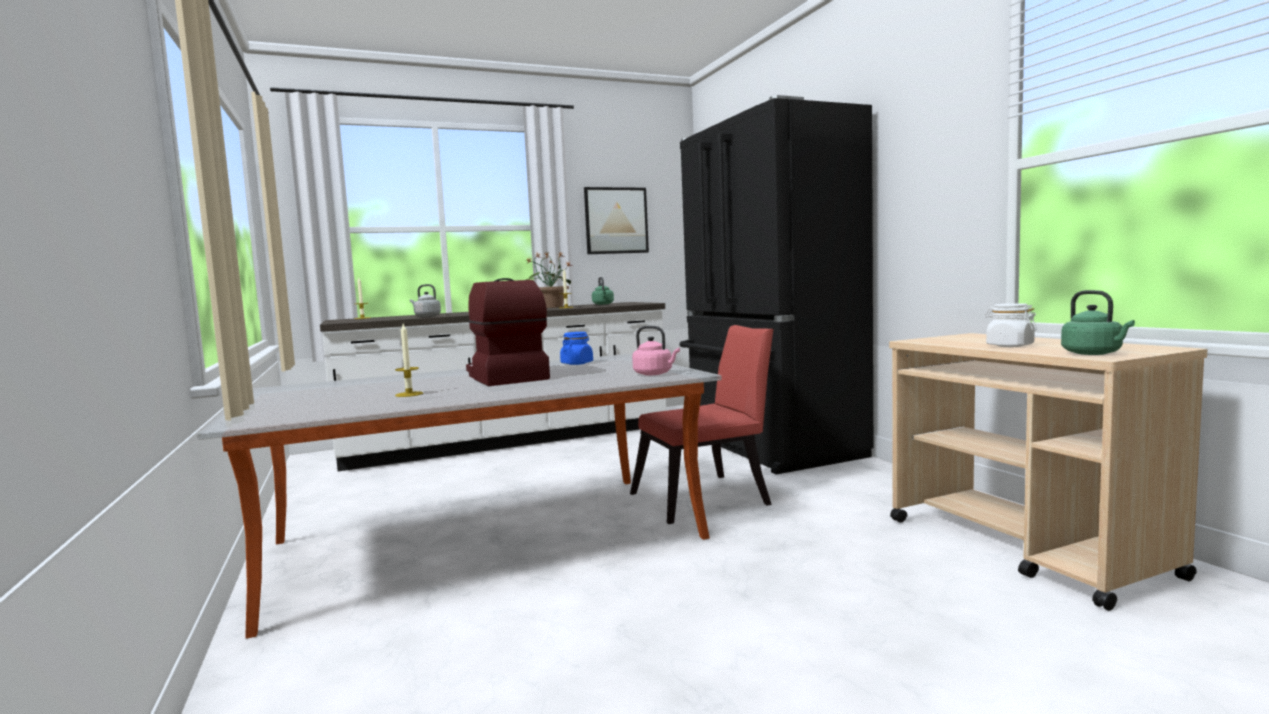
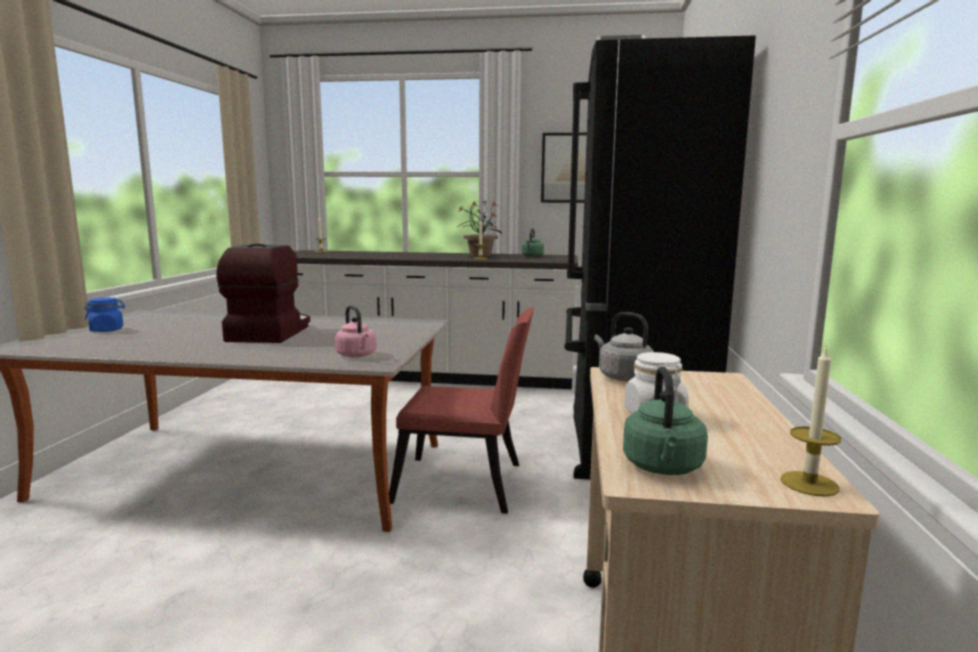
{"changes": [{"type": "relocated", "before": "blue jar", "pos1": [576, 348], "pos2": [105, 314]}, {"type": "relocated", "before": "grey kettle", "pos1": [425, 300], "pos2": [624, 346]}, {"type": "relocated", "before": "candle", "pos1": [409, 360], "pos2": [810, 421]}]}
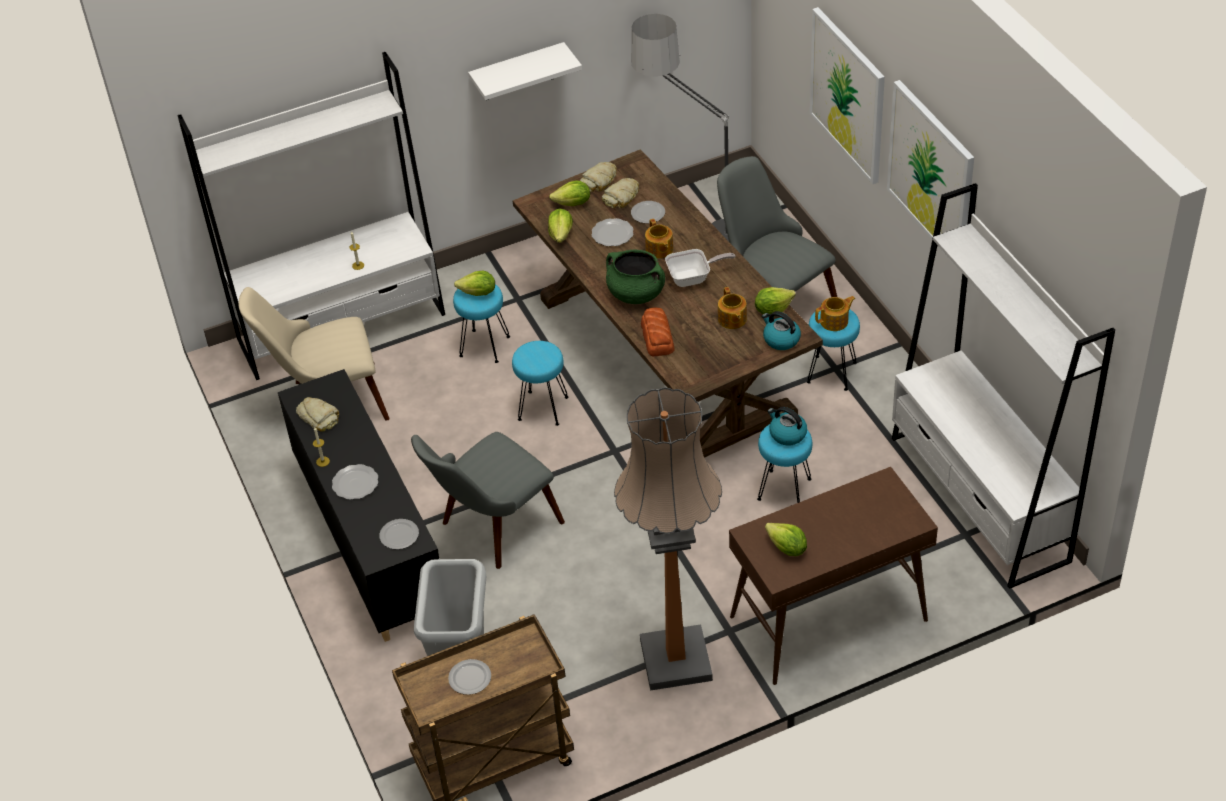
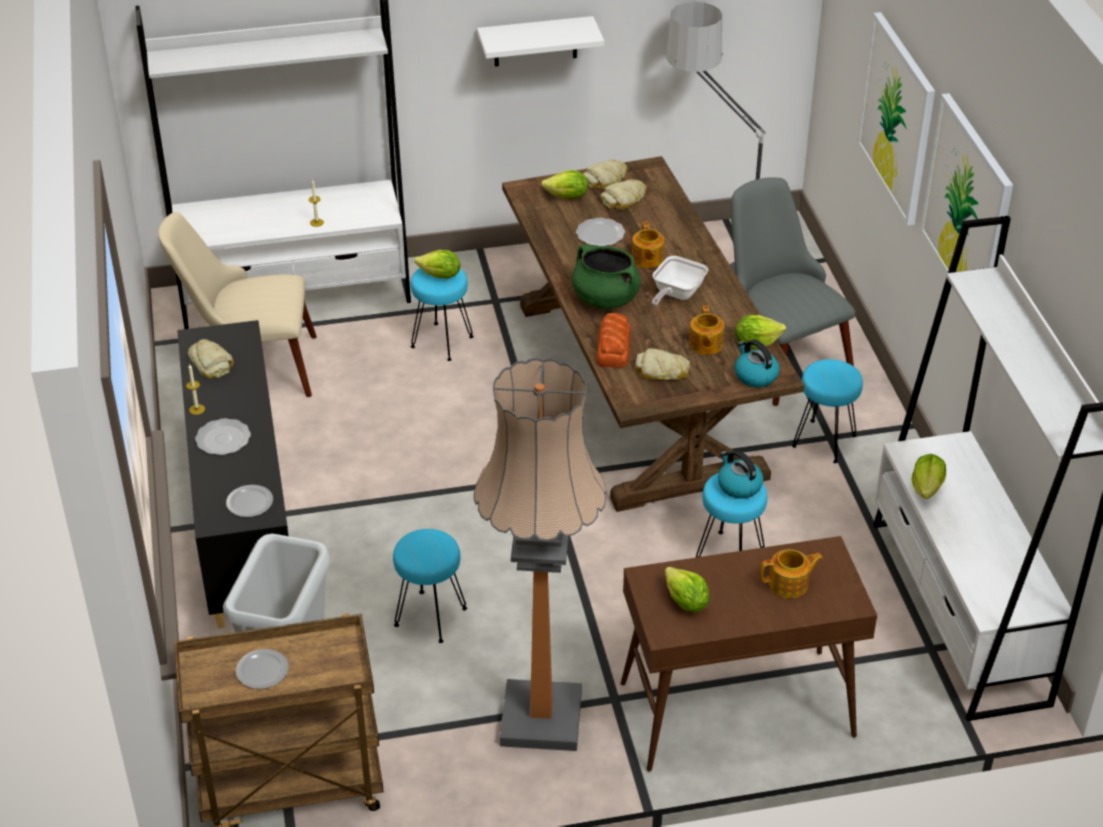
{"changes": [{"type": "relocated", "before": "turquoise stool", "pos1": [540, 383], "pos2": [430, 586]}, {"type": "appeared", "after": "bread", "pos2": [662, 364]}, {"type": "spun", "before": "frying pan", "pos1": [700, 268], "pos2": [680, 281], "turn": 120}, {"type": "relocated", "before": "teapot", "pos1": [835, 313], "pos2": [791, 573]}, {"type": "relocated", "before": "lettuce", "pos1": [560, 226], "pos2": [929, 476]}, {"type": "missing", "before": "grey chair", "pos1": [488, 500]}, {"type": "missing", "before": "plate", "pos1": [648, 212]}]}
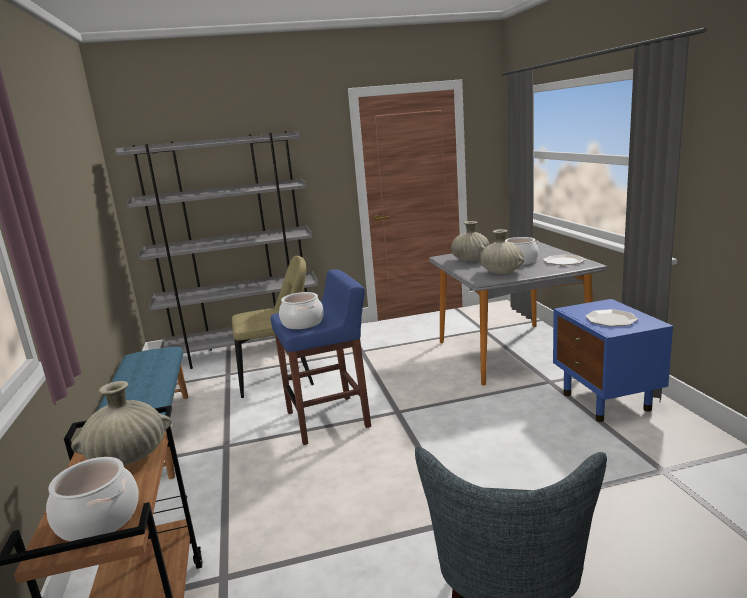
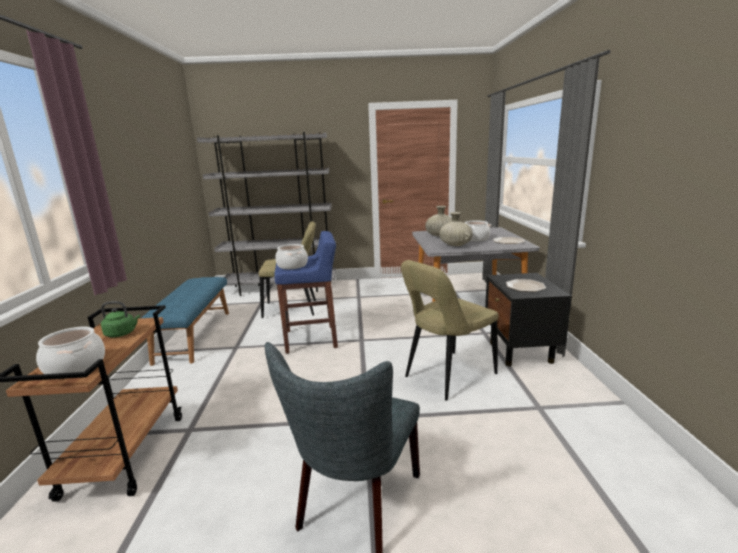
{"changes": [{"type": "exchanged", "before": "beige vase", "after": "green kettle", "pos1": [121, 423], "pos2": [120, 319]}, {"type": "appeared", "after": "beige chair", "pos2": [450, 330]}, {"type": "colour", "before": "blue nightstand", "after": "black nightstand", "pos1": [613, 360], "pos2": [528, 319]}]}
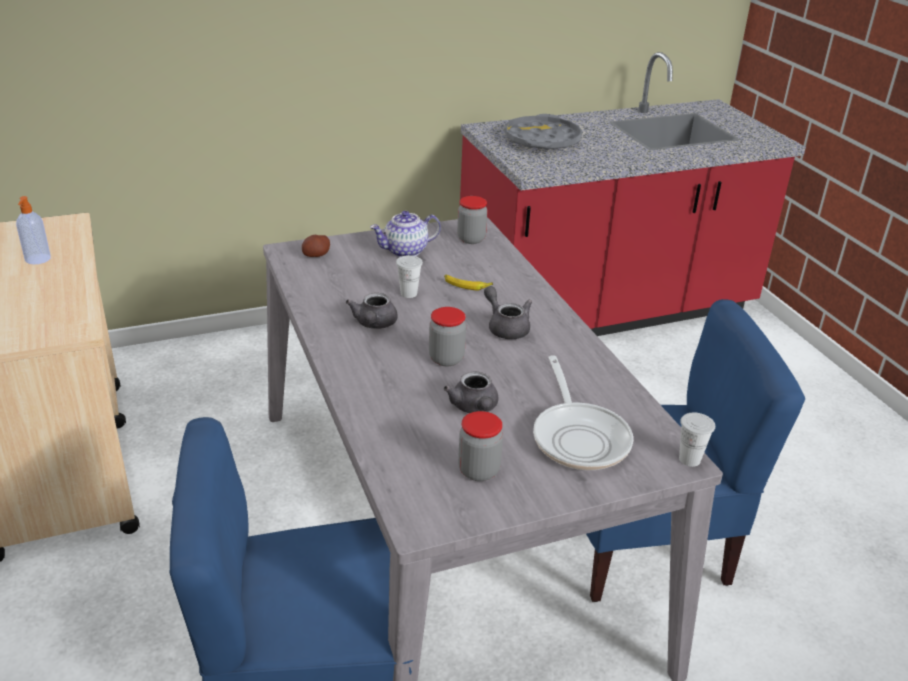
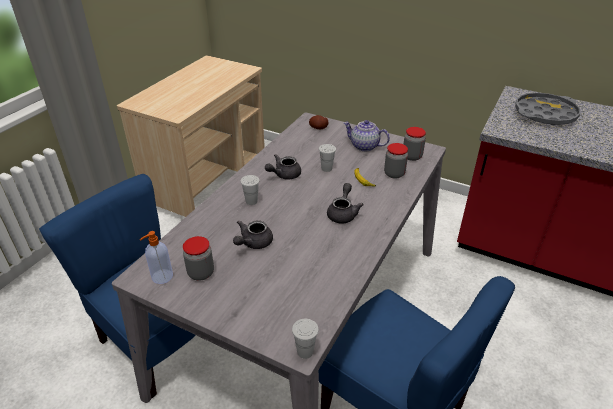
{"changes": [{"type": "relocated", "before": "soap dispenser", "pos1": [33, 230], "pos2": [156, 257]}, {"type": "appeared", "after": "white cup", "pos2": [250, 190]}, {"type": "relocated", "before": "jar", "pos1": [447, 336], "pos2": [396, 161]}, {"type": "missing", "before": "frying pan", "pos1": [583, 412]}]}
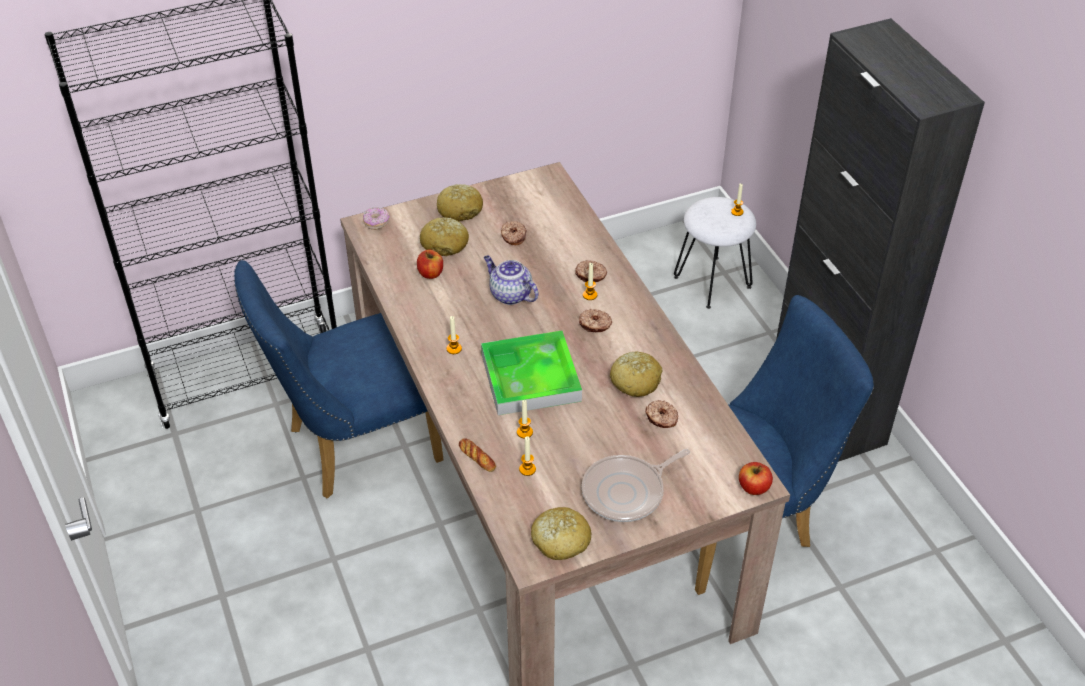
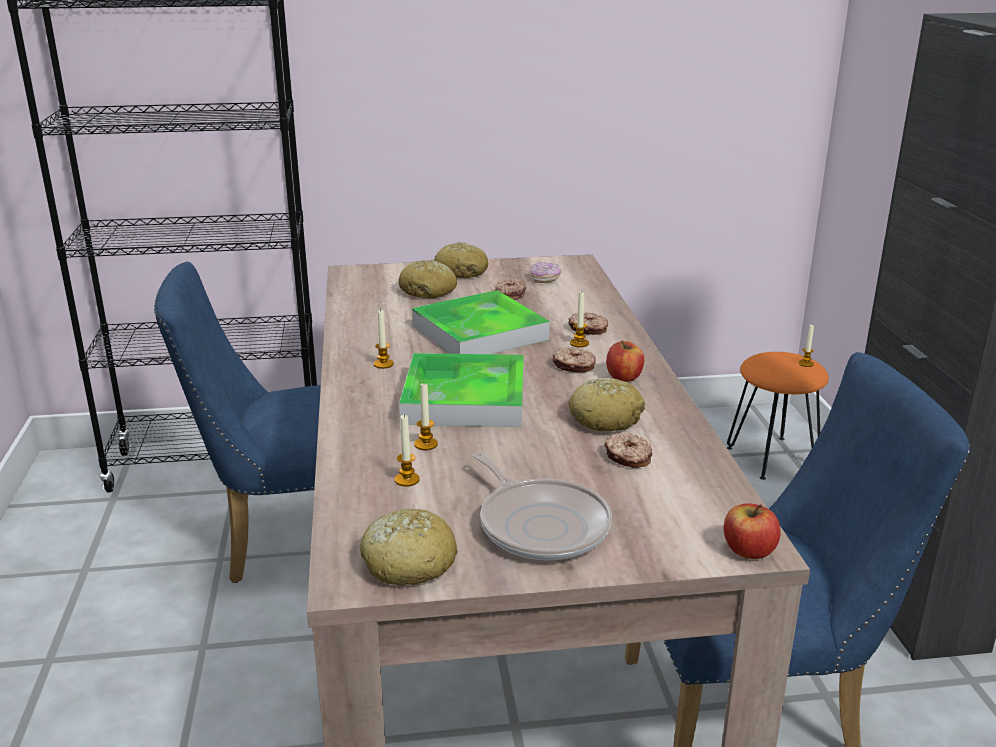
{"changes": [{"type": "exchanged", "before": "teapot", "after": "tray", "pos1": [511, 280], "pos2": [481, 322]}, {"type": "spun", "before": "frying pan", "pos1": [636, 485], "pos2": [543, 506], "turn": -105}, {"type": "relocated", "before": "donut", "pos1": [376, 219], "pos2": [545, 272]}, {"type": "relocated", "before": "apple", "pos1": [430, 264], "pos2": [625, 361]}, {"type": "colour", "before": "white stool", "after": "orange stool", "pos1": [715, 253], "pos2": [778, 416]}, {"type": "missing", "before": "bread", "pos1": [477, 455]}]}
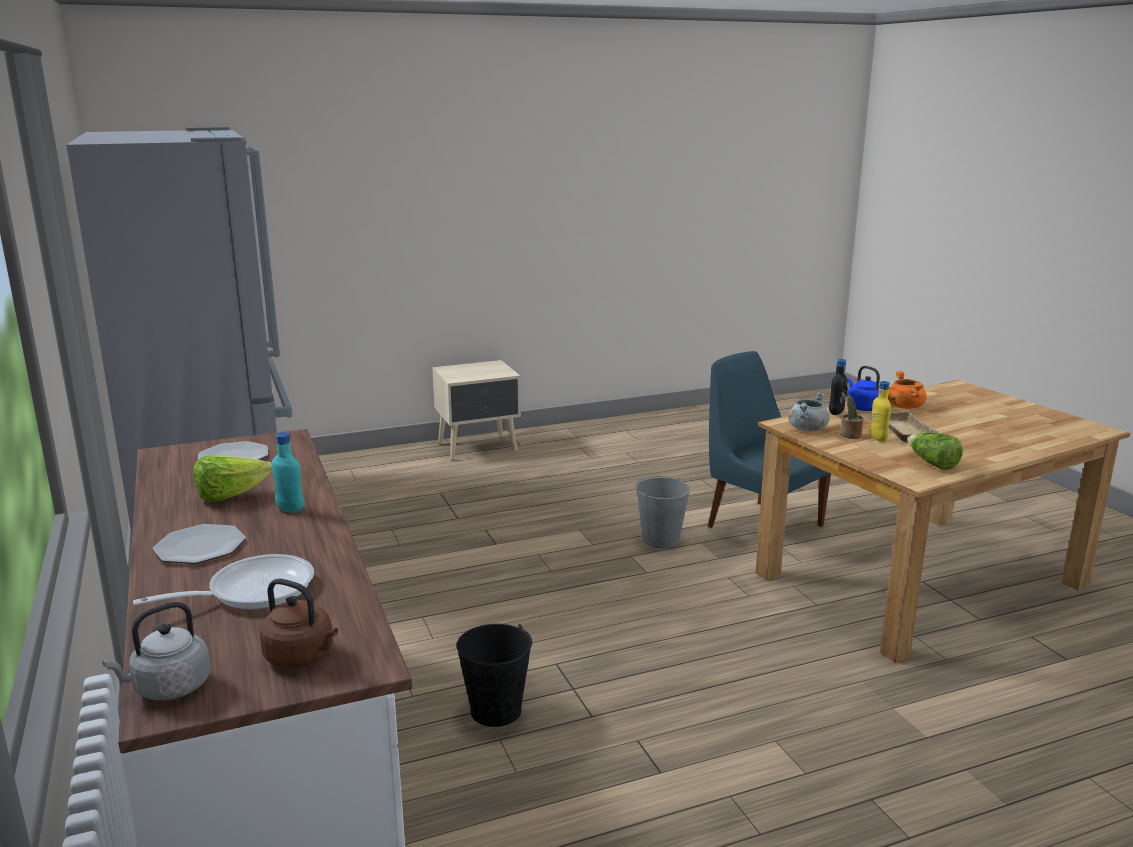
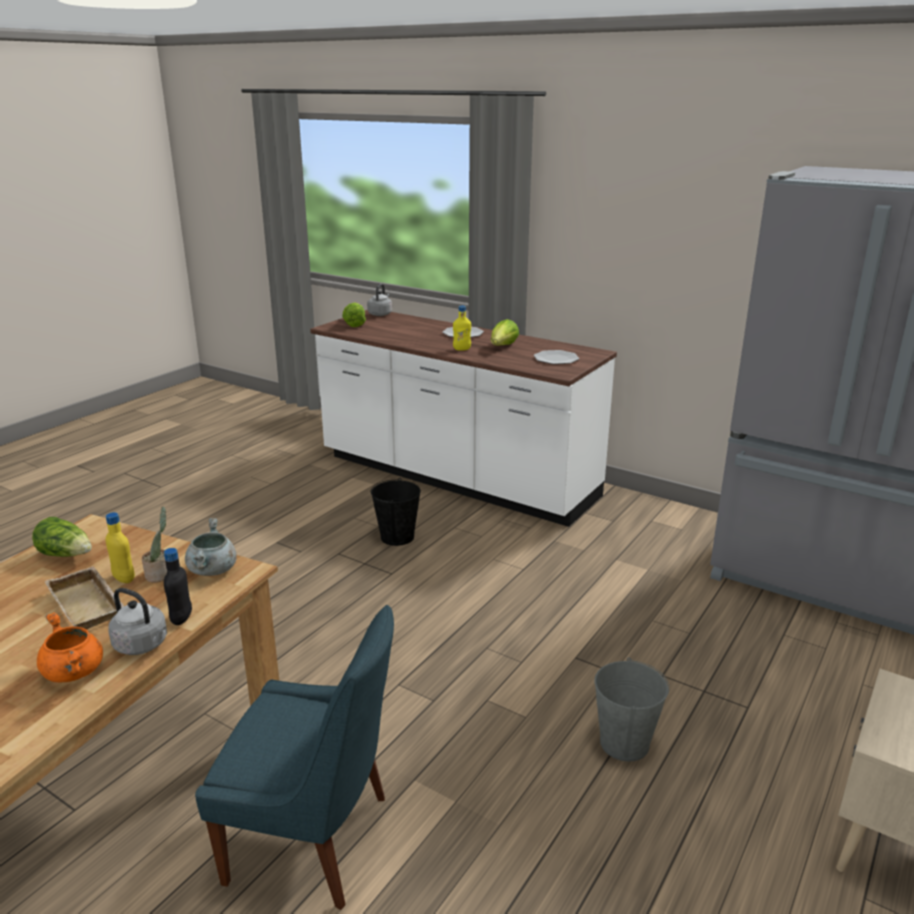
{"changes": [{"type": "colour", "before": "blue kettle", "after": "grey kettle", "pos1": [863, 388], "pos2": [137, 621]}, {"type": "exchanged", "before": "brown kettle", "after": "lettuce", "pos1": [298, 623], "pos2": [354, 314]}, {"type": "colour", "before": "turquoise bottle", "after": "yellow bottle", "pos1": [288, 472], "pos2": [462, 327]}, {"type": "relocated", "before": "grey bucket", "pos1": [662, 512], "pos2": [631, 709]}, {"type": "missing", "before": "frying pan", "pos1": [223, 582]}]}
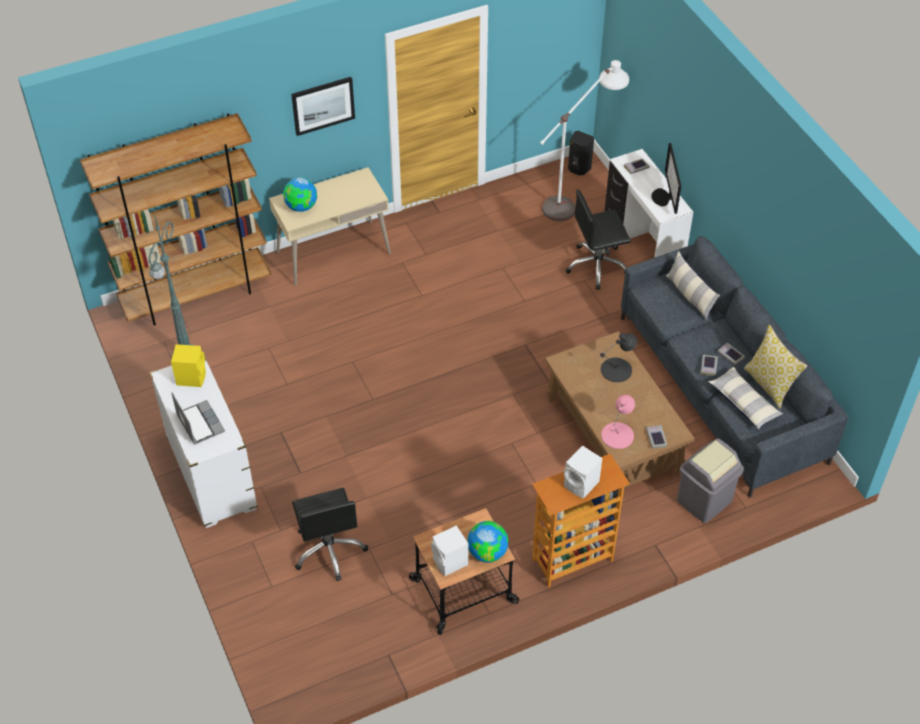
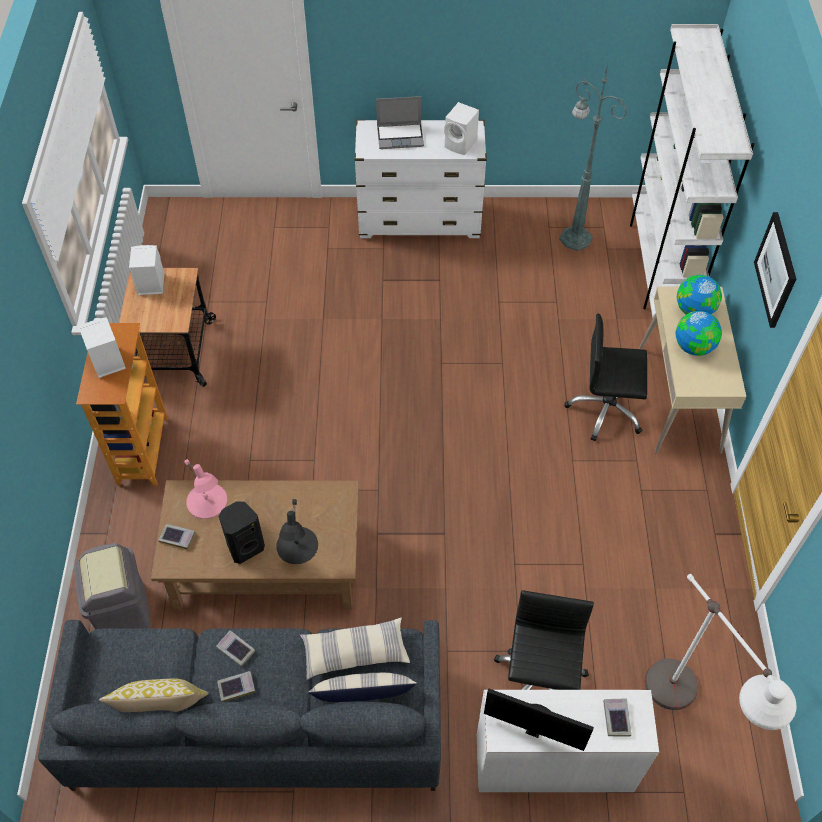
{"changes": [{"type": "relocated", "before": "black speaker", "pos1": [581, 153], "pos2": [242, 533]}, {"type": "relocated", "before": "pillow", "pos1": [745, 398], "pos2": [355, 649]}, {"type": "colour", "before": "yellow speaker", "after": "white speaker", "pos1": [188, 365], "pos2": [461, 128]}, {"type": "relocated", "before": "black office chair", "pos1": [330, 534], "pos2": [606, 377]}, {"type": "colour", "before": "brown bookcase", "after": "white bookcase", "pos1": [175, 219], "pos2": [692, 170]}, {"type": "relocated", "before": "globe", "pos1": [488, 542], "pos2": [698, 333]}]}
